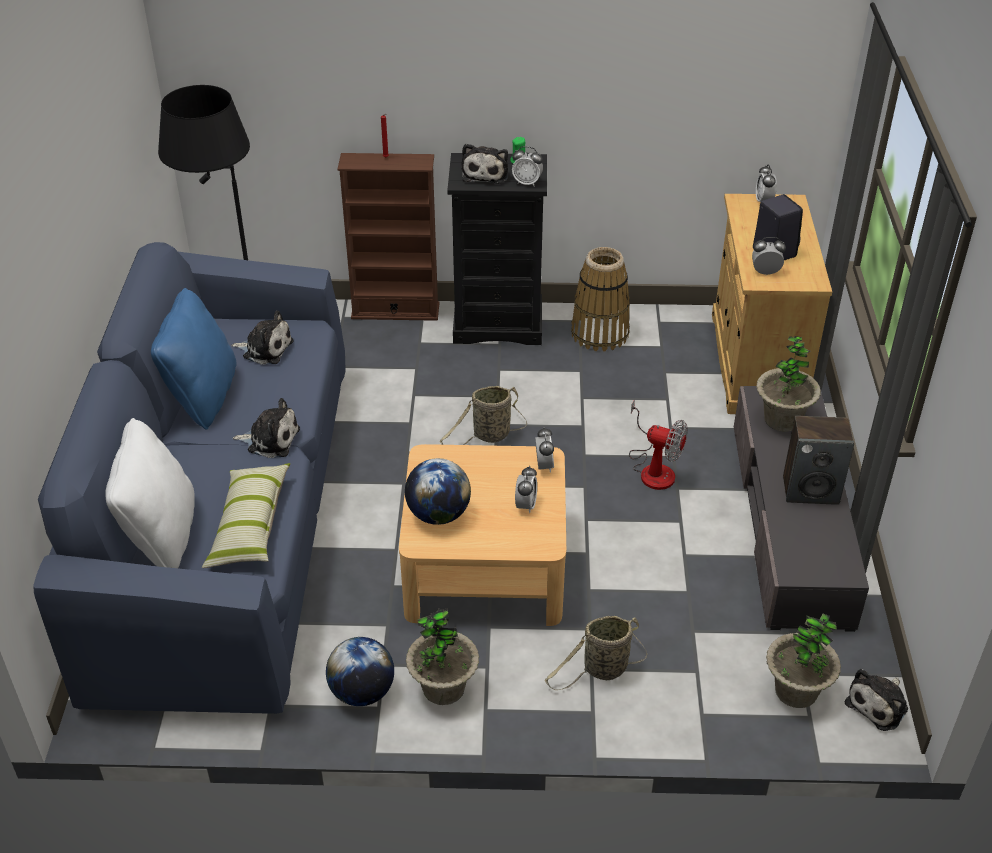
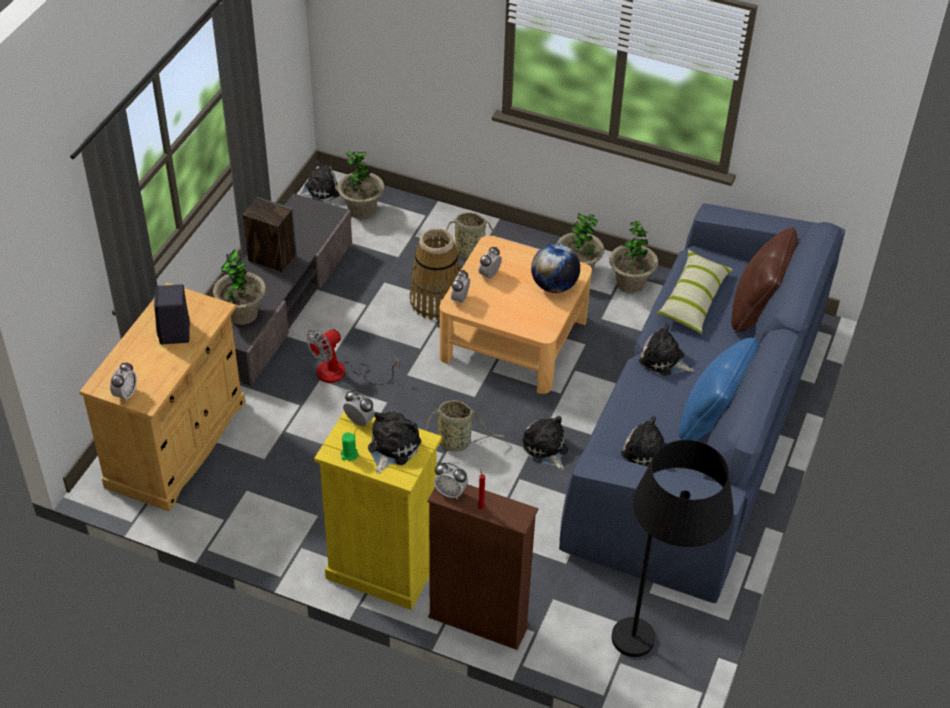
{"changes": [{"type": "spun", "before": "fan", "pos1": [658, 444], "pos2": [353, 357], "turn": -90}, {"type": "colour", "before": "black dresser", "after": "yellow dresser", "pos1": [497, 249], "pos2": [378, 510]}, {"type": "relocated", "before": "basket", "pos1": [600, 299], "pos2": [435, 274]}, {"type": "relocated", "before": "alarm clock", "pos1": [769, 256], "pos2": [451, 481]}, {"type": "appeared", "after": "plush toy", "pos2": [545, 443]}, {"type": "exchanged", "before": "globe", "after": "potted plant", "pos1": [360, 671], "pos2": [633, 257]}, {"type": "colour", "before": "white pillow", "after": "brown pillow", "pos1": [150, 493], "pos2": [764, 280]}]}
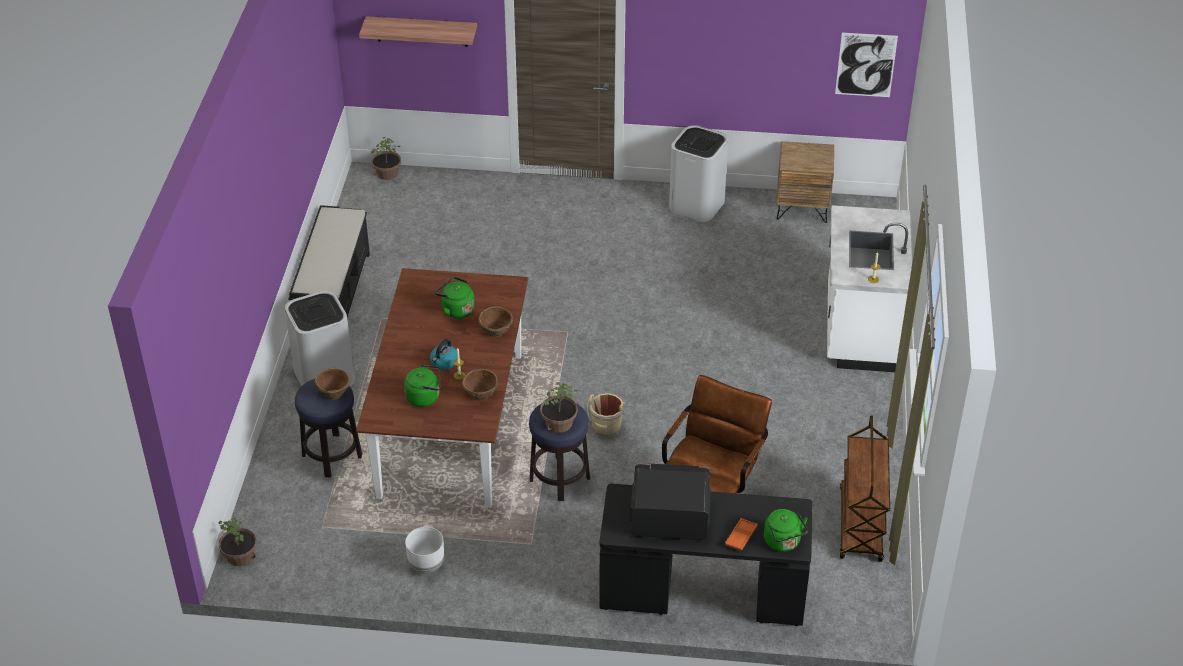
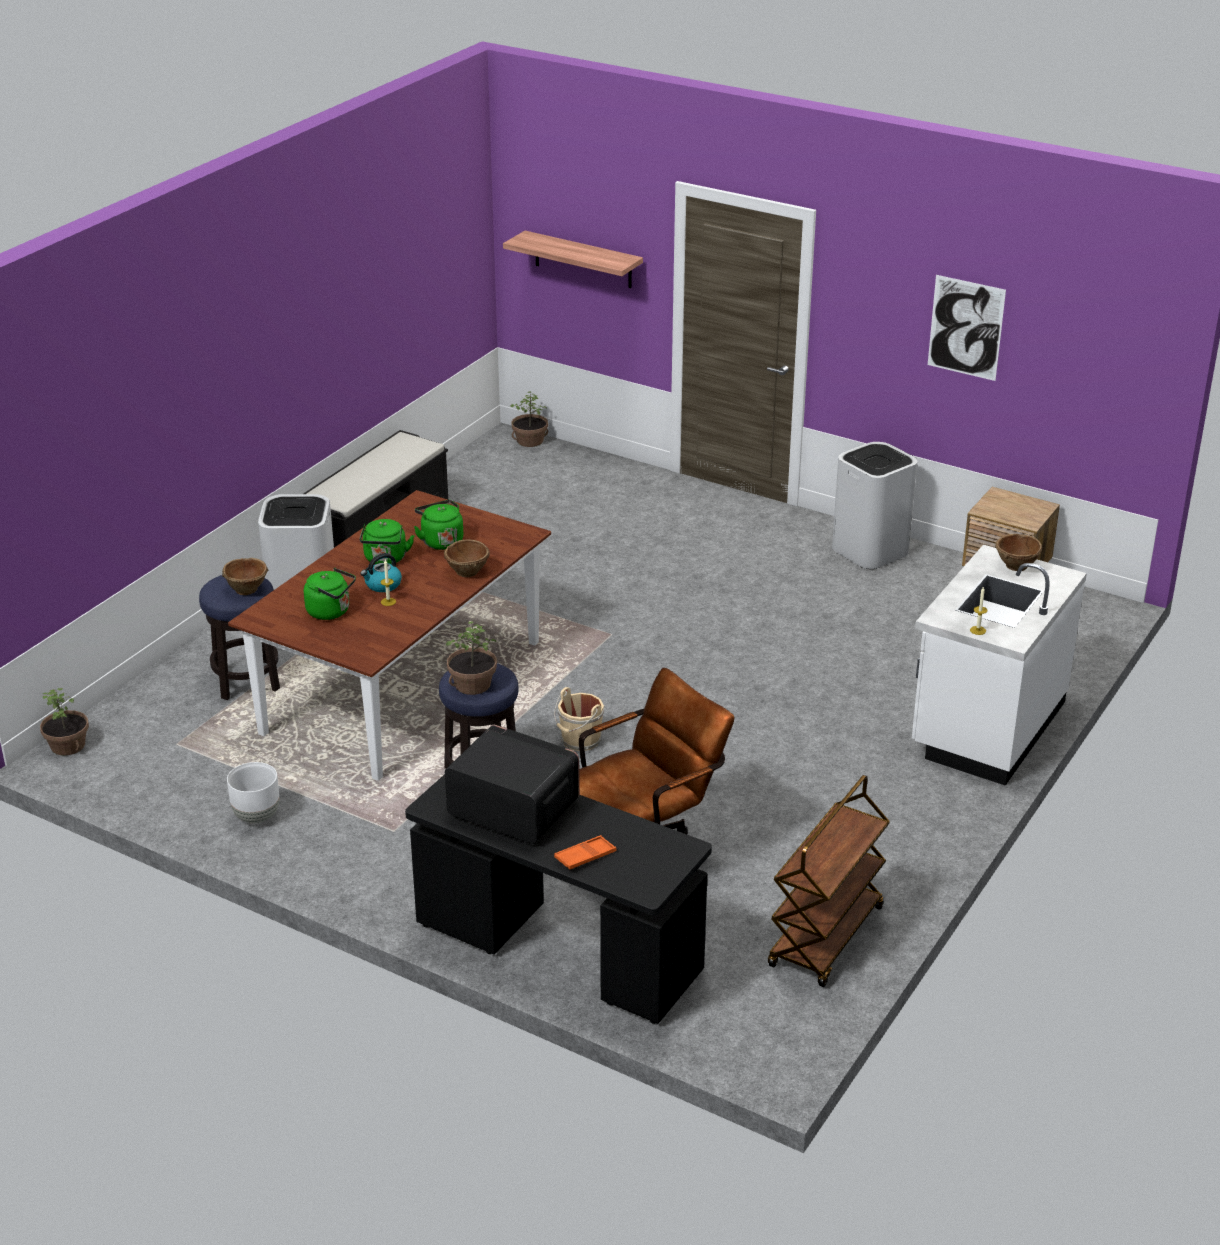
{"changes": [{"type": "relocated", "before": "green kettle", "pos1": [786, 530], "pos2": [387, 541]}, {"type": "relocated", "before": "picture", "pos1": [866, 65], "pos2": [967, 328]}, {"type": "relocated", "before": "brown bowl", "pos1": [480, 385], "pos2": [1018, 552]}]}
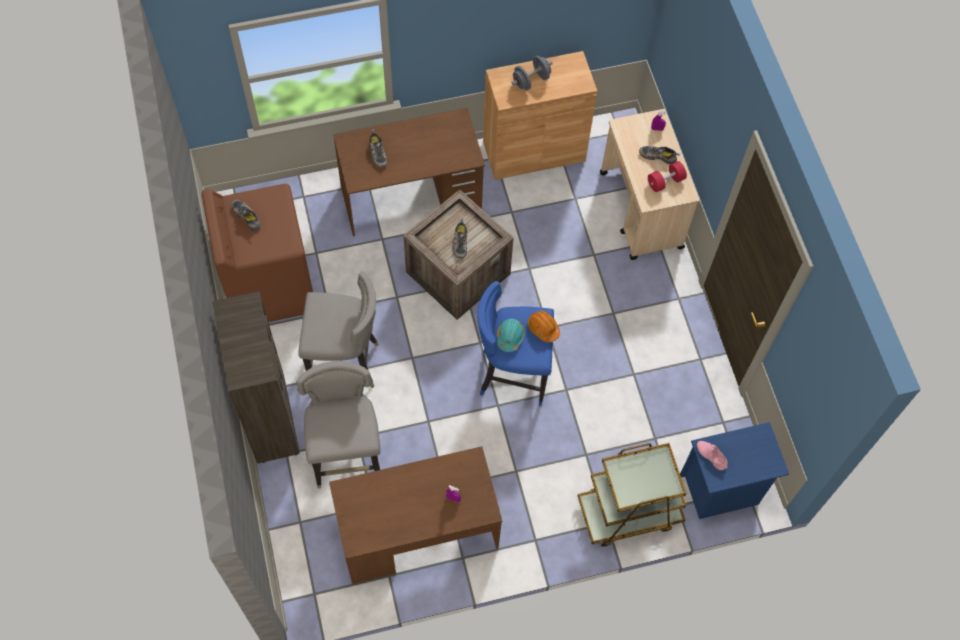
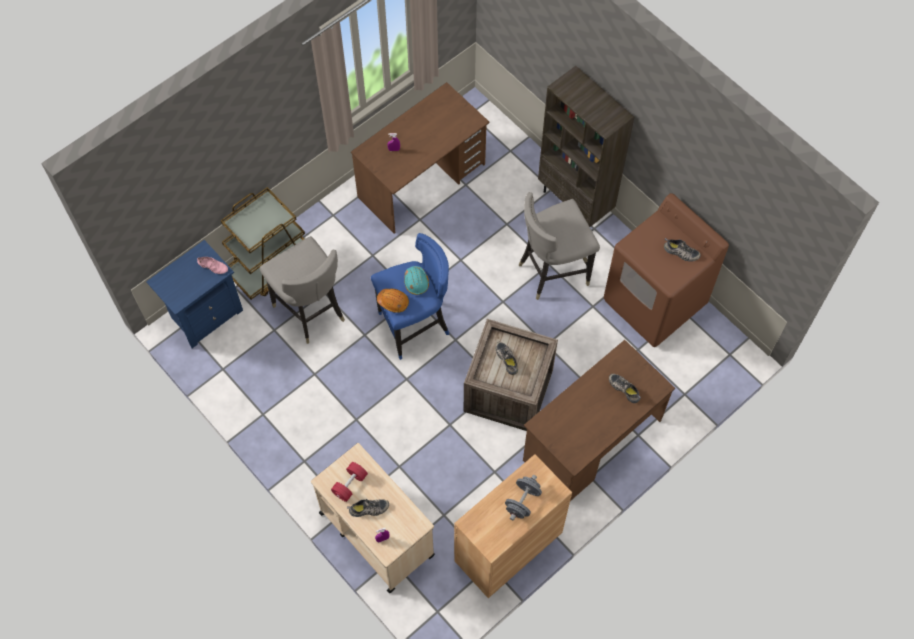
{"changes": [{"type": "relocated", "before": "grey stool", "pos1": [338, 424], "pos2": [302, 290]}]}
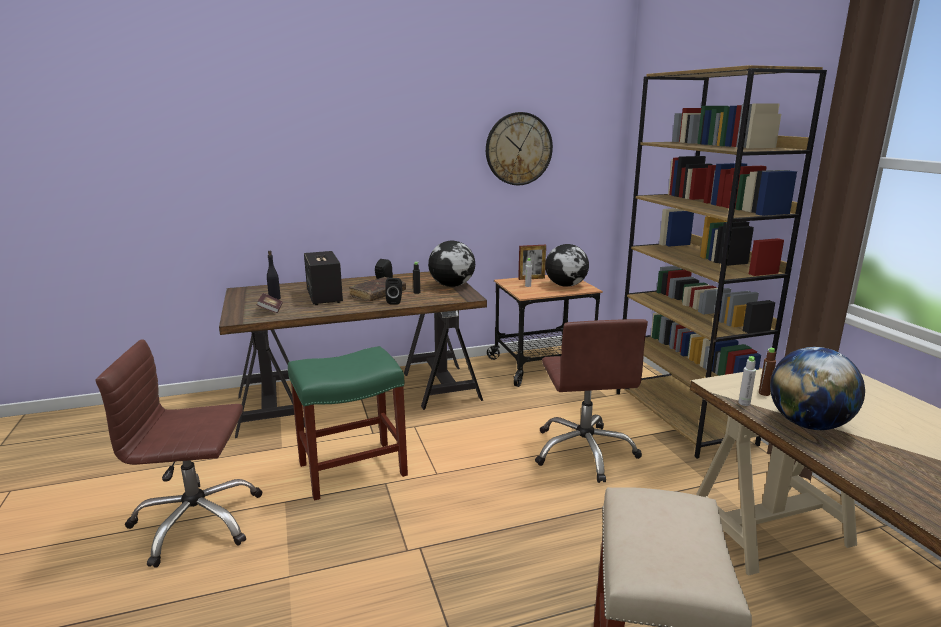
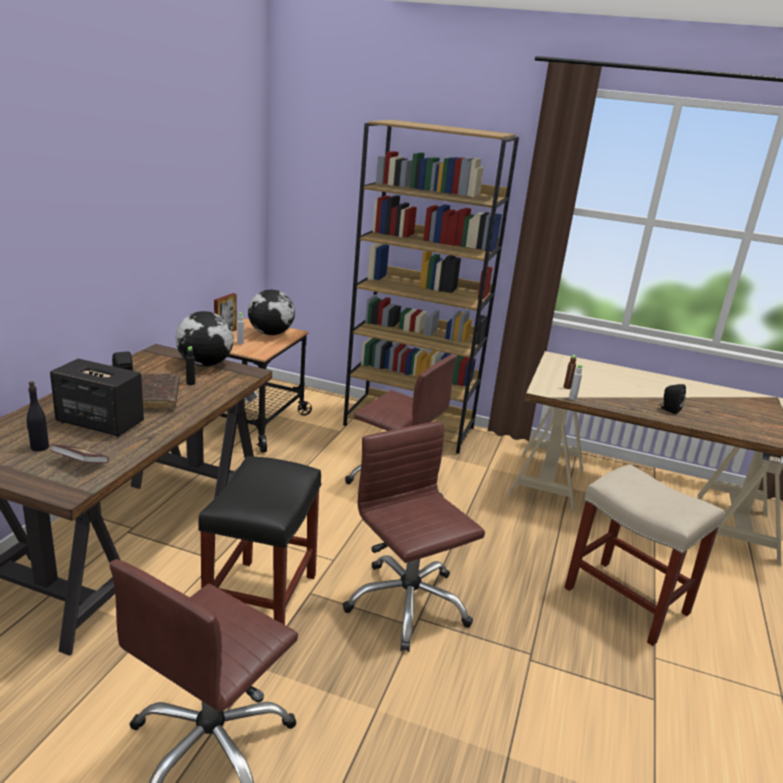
{"changes": [{"type": "colour", "before": "green stool", "after": "black stool", "pos1": [348, 423], "pos2": [260, 540]}, {"type": "appeared", "after": "brown office chair", "pos2": [414, 536]}, {"type": "relocated", "before": "black speaker", "pos1": [393, 291], "pos2": [672, 399]}, {"type": "missing", "before": "wall clock", "pos1": [519, 148]}, {"type": "missing", "before": "globe", "pos1": [817, 388]}]}
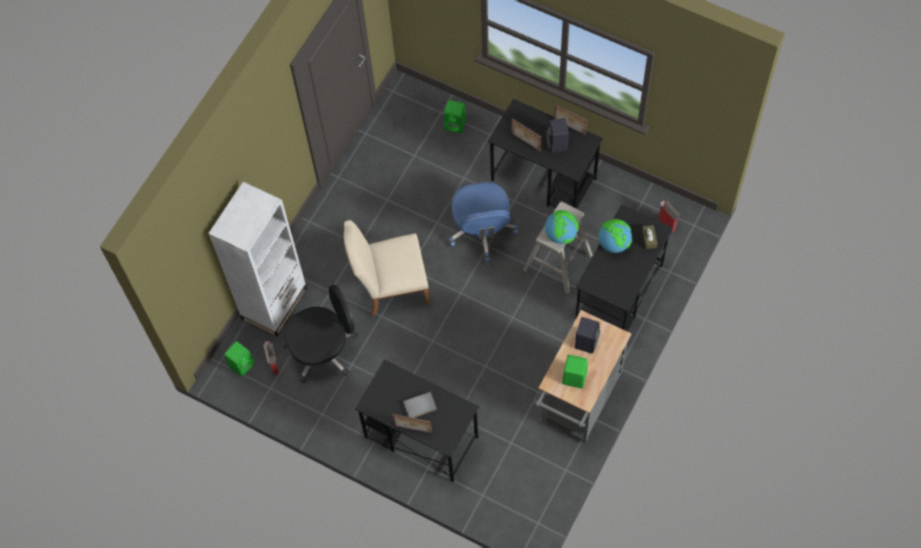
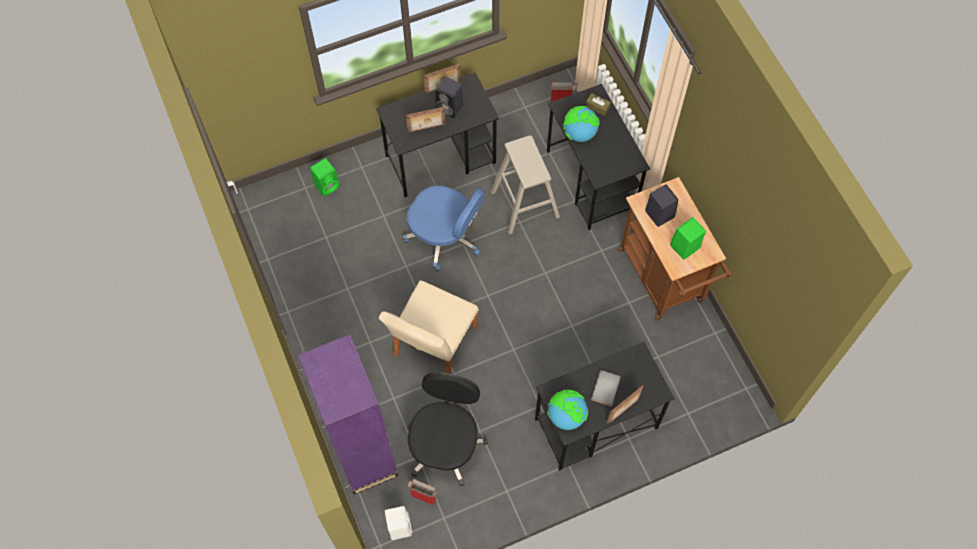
{"changes": [{"type": "colour", "before": "white bookcase", "after": "purple bookcase", "pos1": [257, 259], "pos2": [348, 414]}, {"type": "colour", "before": "green speaker", "after": "white speaker", "pos1": [239, 359], "pos2": [398, 523]}, {"type": "relocated", "before": "globe", "pos1": [562, 227], "pos2": [567, 410]}, {"type": "colour", "before": "grey cart", "after": "brown cart", "pos1": [583, 376], "pos2": [675, 248]}]}
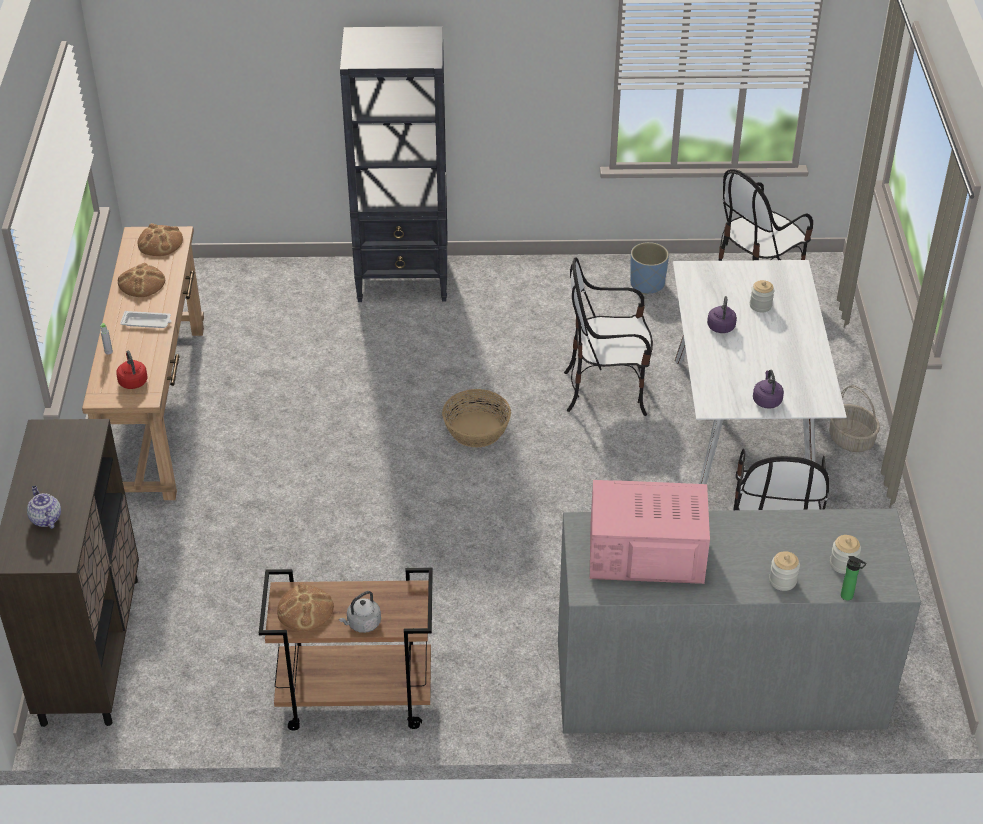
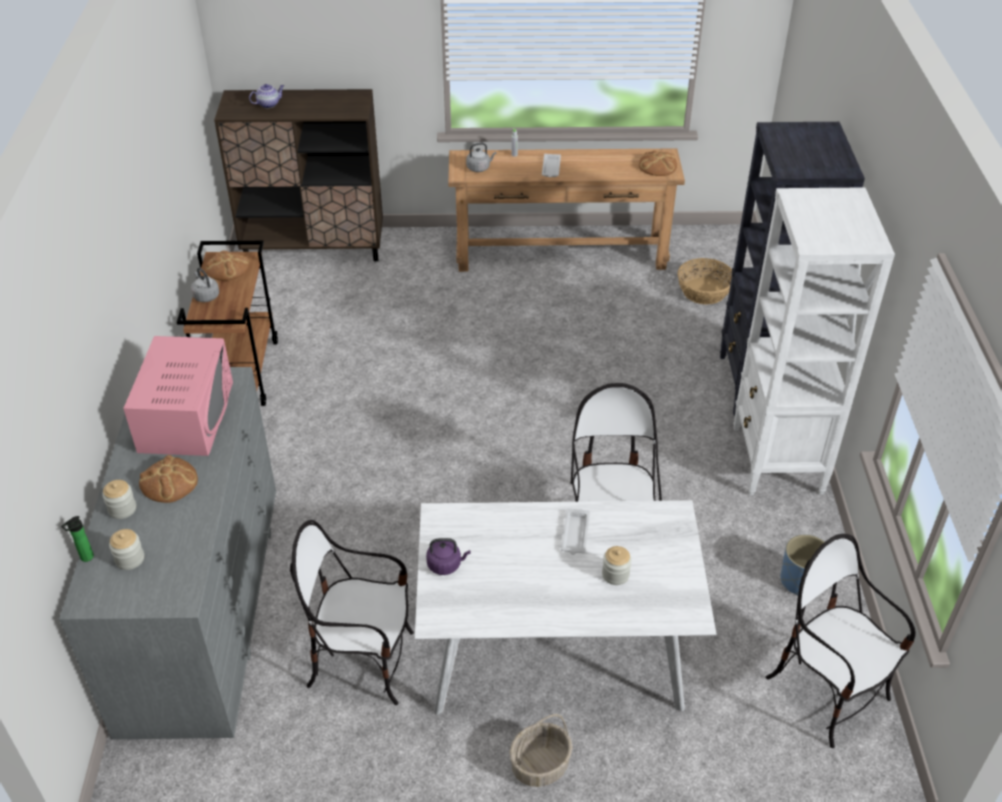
{"changes": [{"type": "relocated", "before": "bread", "pos1": [141, 280], "pos2": [168, 479]}, {"type": "colour", "before": "red kettle", "after": "grey kettle", "pos1": [132, 370], "pos2": [481, 157]}, {"type": "exchanged", "before": "purple kettle", "after": "white tray", "pos1": [722, 314], "pos2": [575, 531]}, {"type": "relocated", "before": "basket", "pos1": [476, 418], "pos2": [705, 281]}, {"type": "appeared", "after": "white bookcase", "pos2": [814, 341]}]}
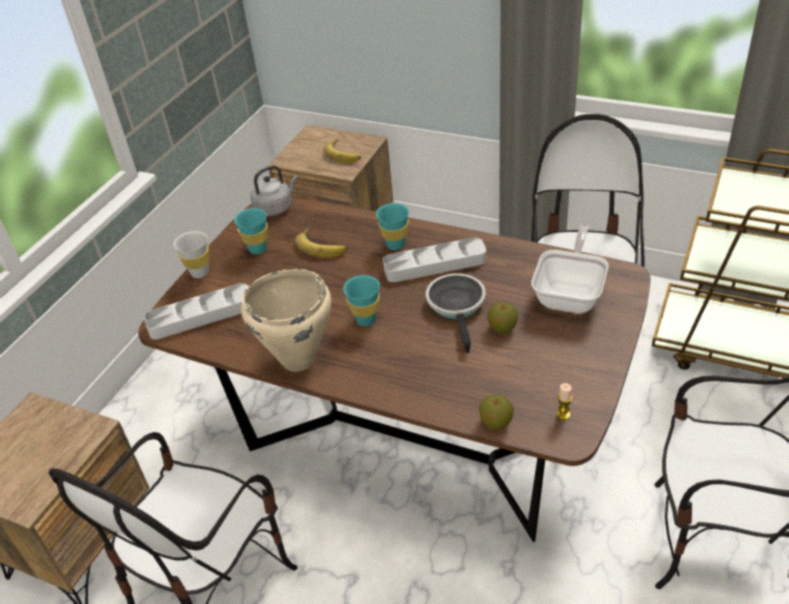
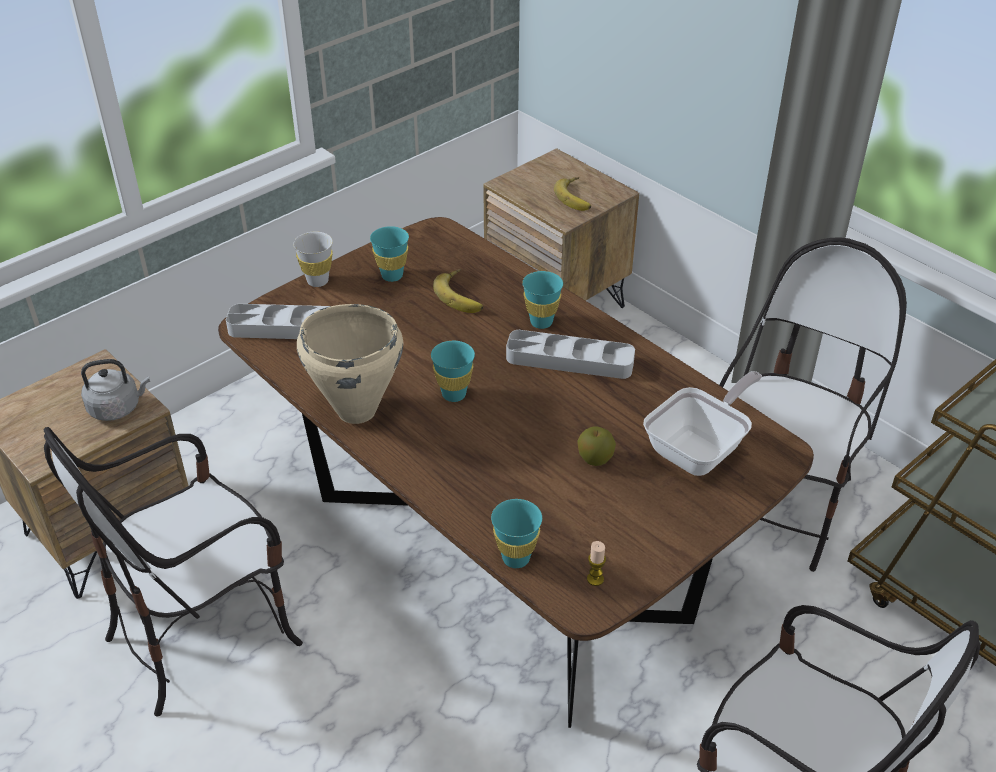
{"changes": [{"type": "relocated", "before": "grey kettle", "pos1": [274, 190], "pos2": [115, 390]}, {"type": "exchanged", "before": "apple", "after": "turquoise cup", "pos1": [496, 412], "pos2": [516, 533]}, {"type": "missing", "before": "frying pan", "pos1": [456, 313]}]}
